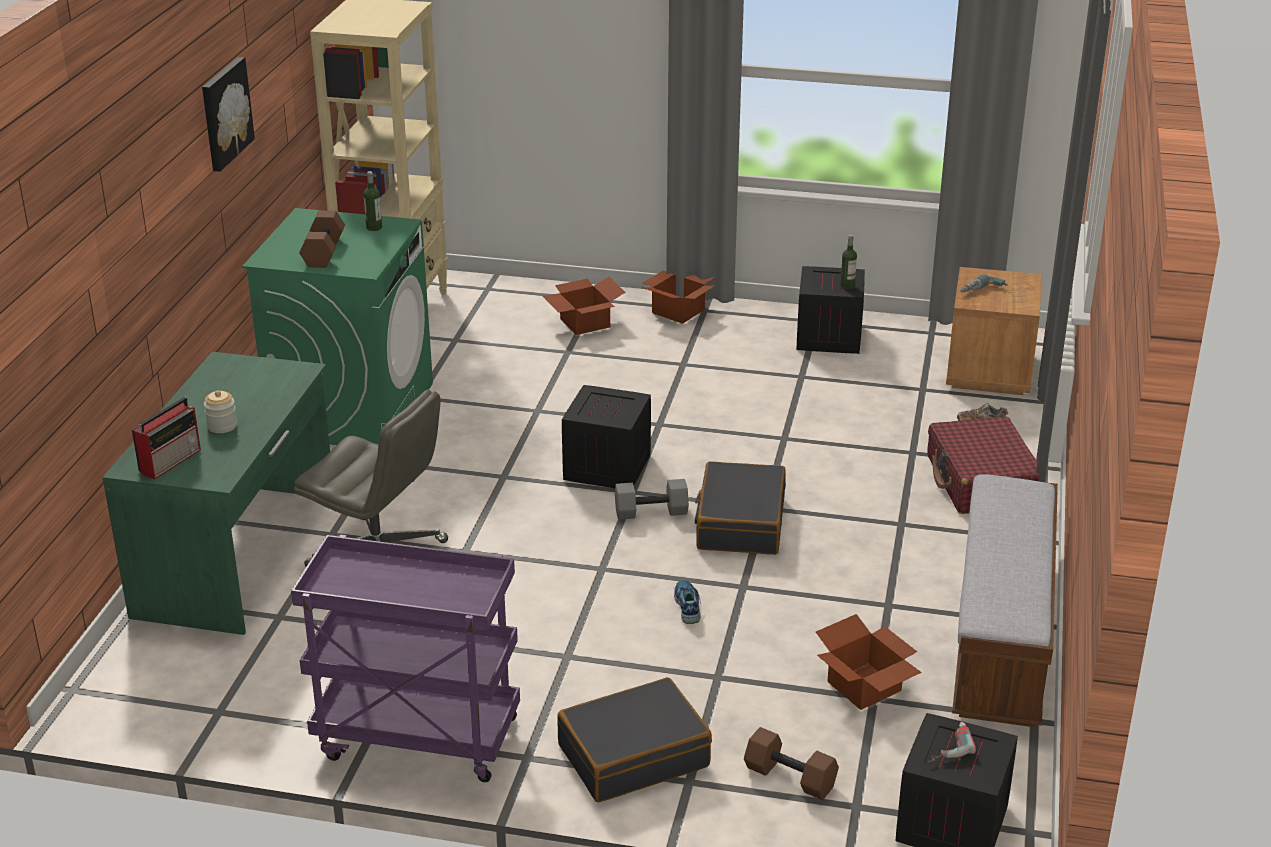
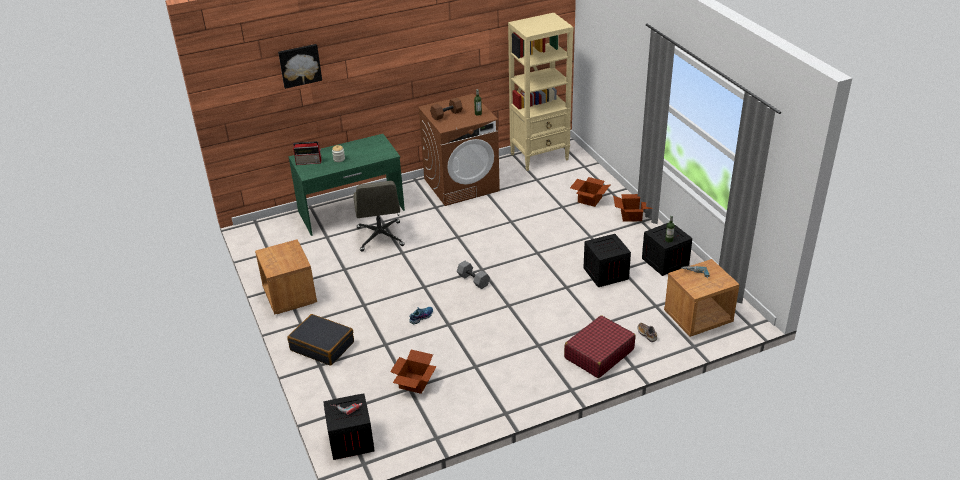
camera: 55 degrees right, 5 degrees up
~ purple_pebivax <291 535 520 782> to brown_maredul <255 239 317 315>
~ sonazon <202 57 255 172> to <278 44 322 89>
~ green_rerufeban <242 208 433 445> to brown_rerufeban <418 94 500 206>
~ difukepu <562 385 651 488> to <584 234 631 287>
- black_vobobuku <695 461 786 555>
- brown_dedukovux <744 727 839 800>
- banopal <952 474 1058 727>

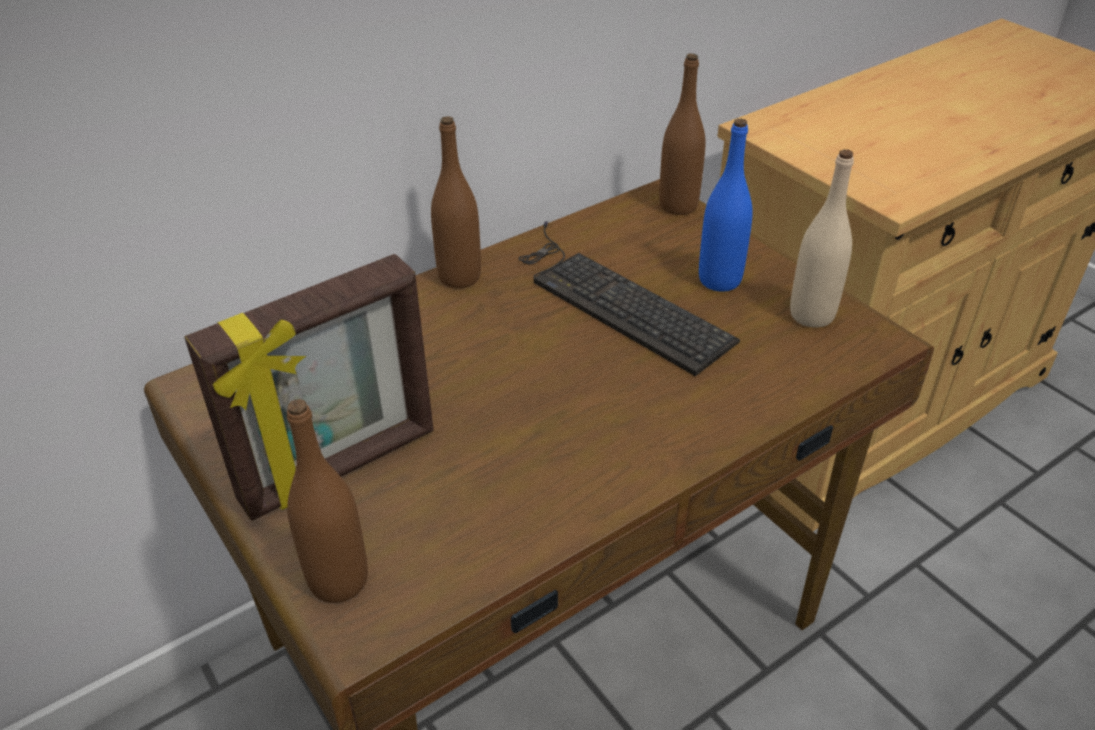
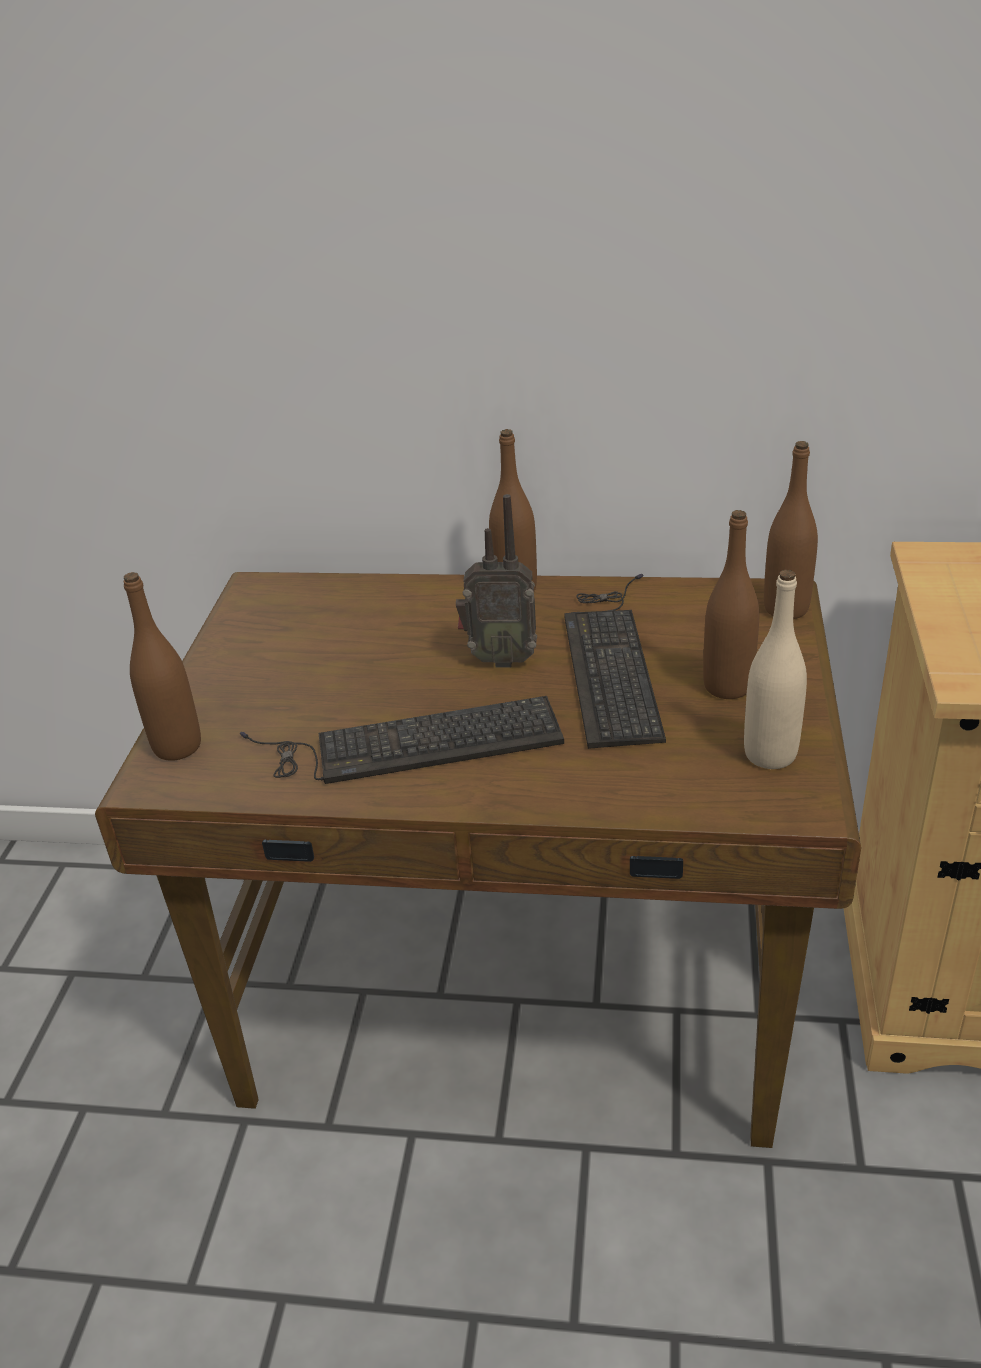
camera: 45 degrees right, 5 degrees down
+ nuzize <240 696 564 784>
+ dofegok <456 494 537 668>
~ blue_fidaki <699 118 753 292> to brown_fidaki <703 510 759 699>
- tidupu <185 254 434 521>

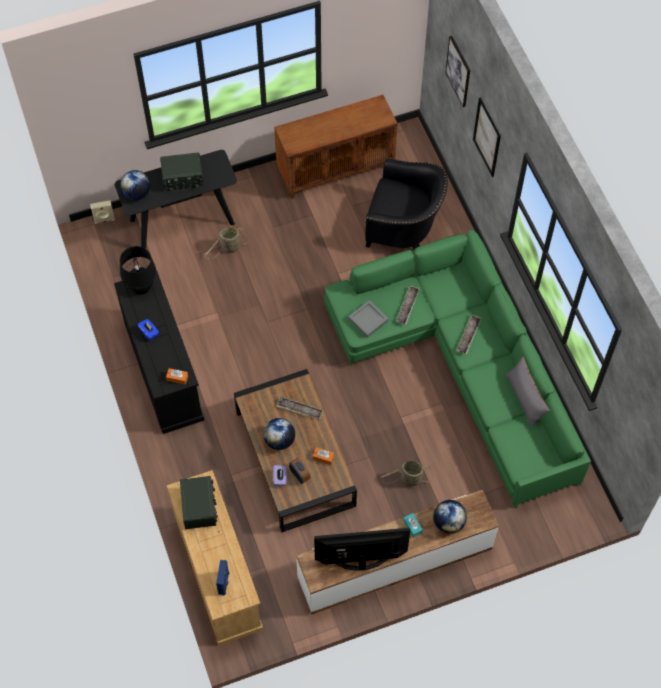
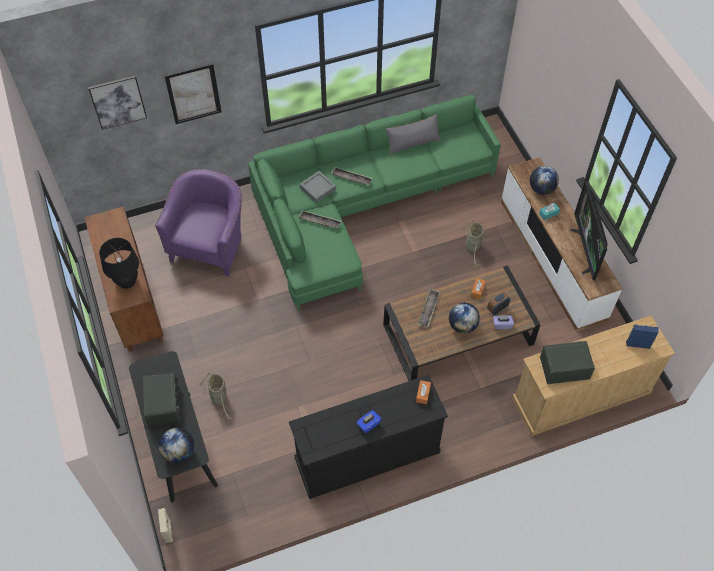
camera: 90 degrees left, 5 degrees down
~ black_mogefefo <120 246 156 294> to <99 238 139 289>
~ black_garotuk <365 158 448 249> to purple_garotuk <155 169 242 277>
~ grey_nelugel <348 300 388 338> to <300 171 336 203>

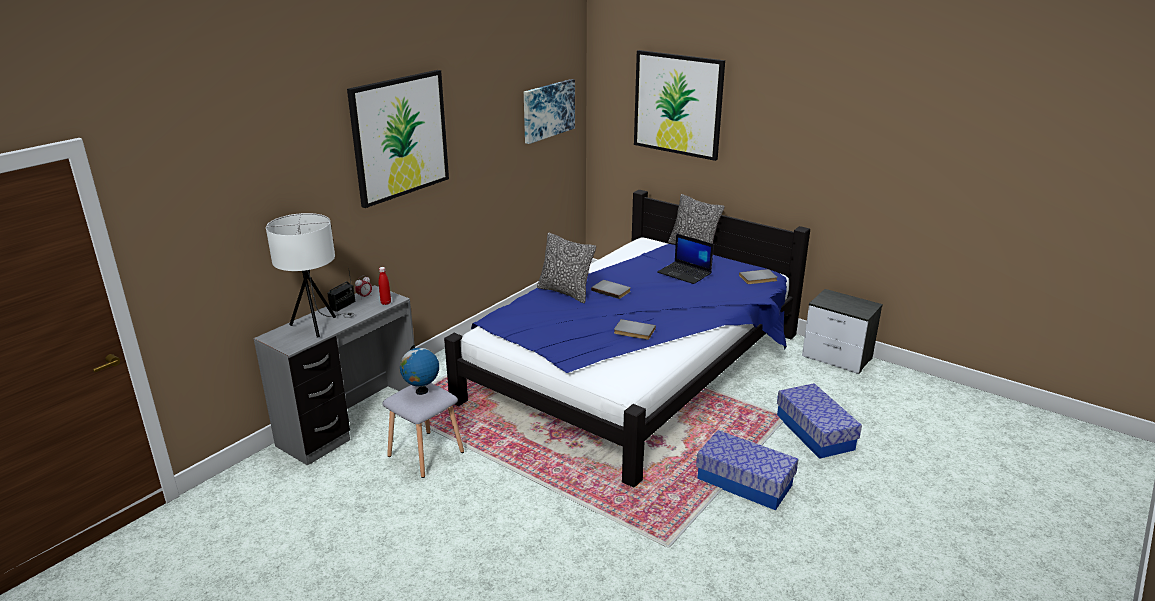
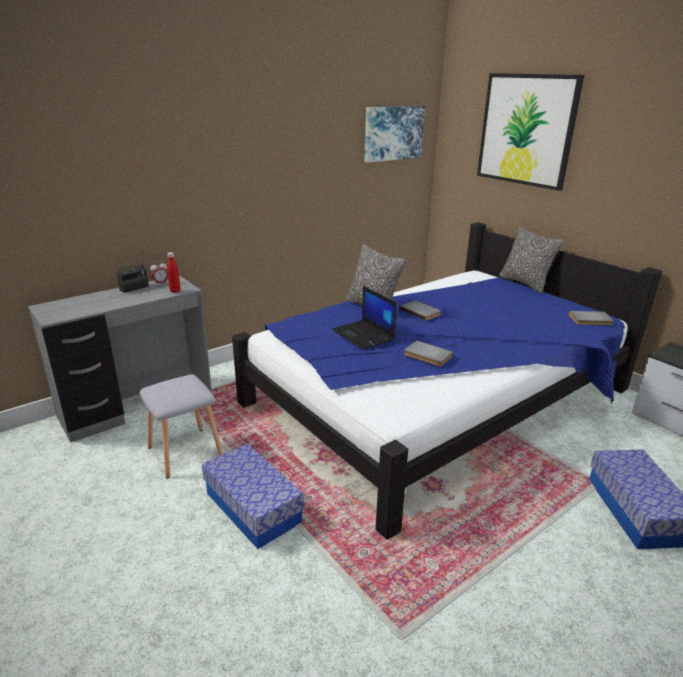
camera: 15 degrees right, 0 degrees up
~ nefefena <696 430 799 510> to <202 443 304 549>
~ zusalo <657 234 713 284> to <332 286 397 350>
- white_mogefefo <266 213 354 337>
- sonazon <347 70 449 208>
- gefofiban <400 345 439 395>

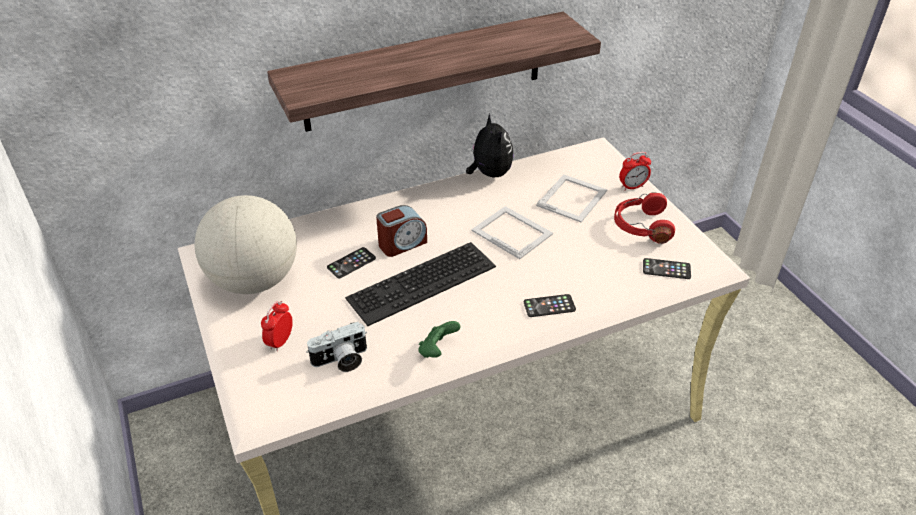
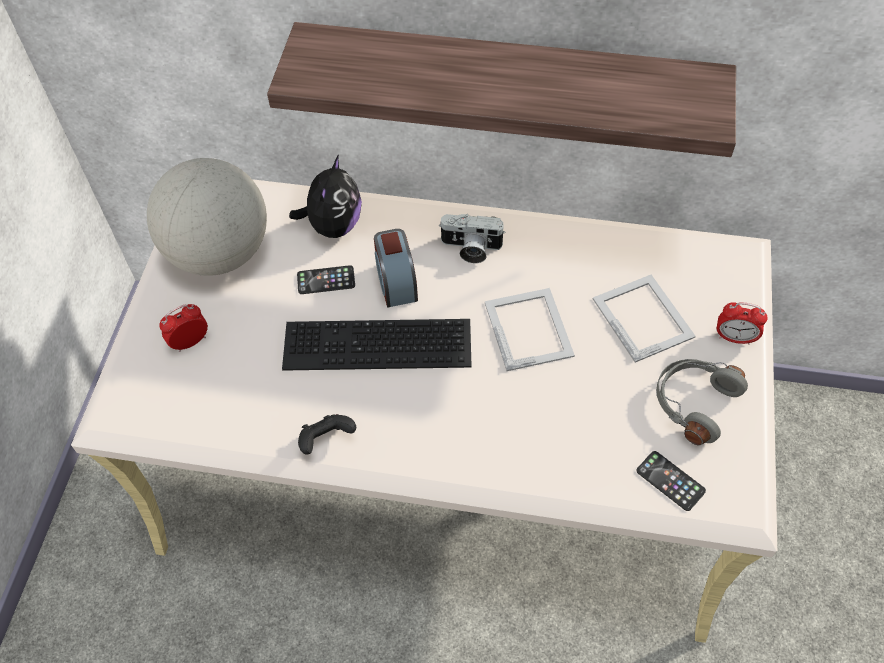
camera: 35 degrees right, 15 degrees up
~ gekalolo <466 114 514 177> to <289 155 362 238>
~ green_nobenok <419 321 461 358> to black_nobenok <298 414 356 454>
~ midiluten <376 205 427 257> = <374 229 418 307> 75 degrees clockwise
~ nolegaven <306 322 367 372> to <438 214 506 263>
~ tidupu <536 174 607 223> = <593 275 696 362> 90 degrees counterclockwise
~ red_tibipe <614 192 675 244> to grey_tibipe <656 359 748 445>
- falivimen <524 294 576 317>

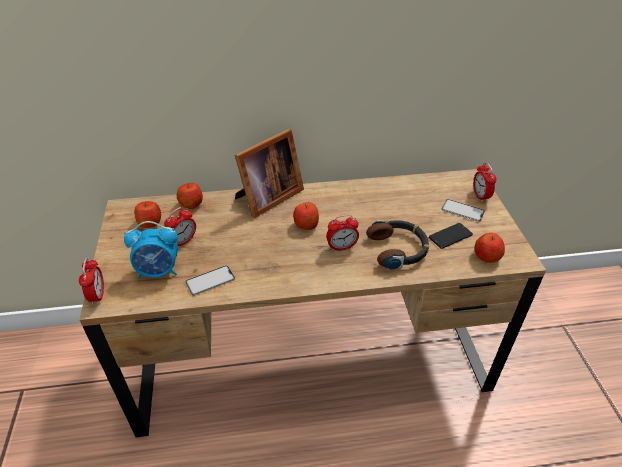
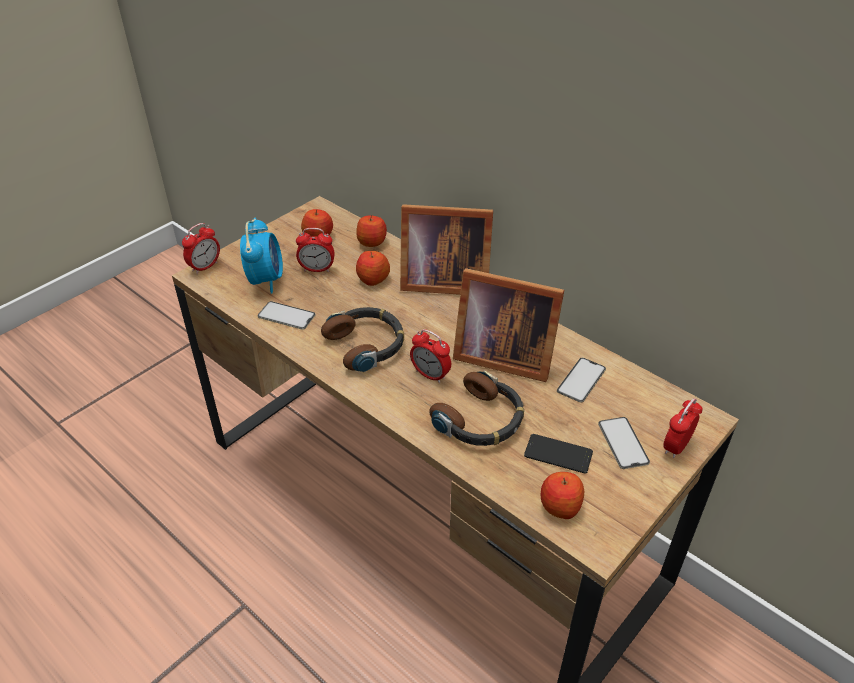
camera: 50 degrees right, 0 degrees up
~ midiluten <124 221 178 279> = <240 218 283 293> 135 degrees counterclockwise
+ tibipe <321 307 404 372>
~ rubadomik <293 202 319 230> to <356 251 390 286>
+ tidupu <453 268 564 382>
+ falivimen <557 358 606 403>

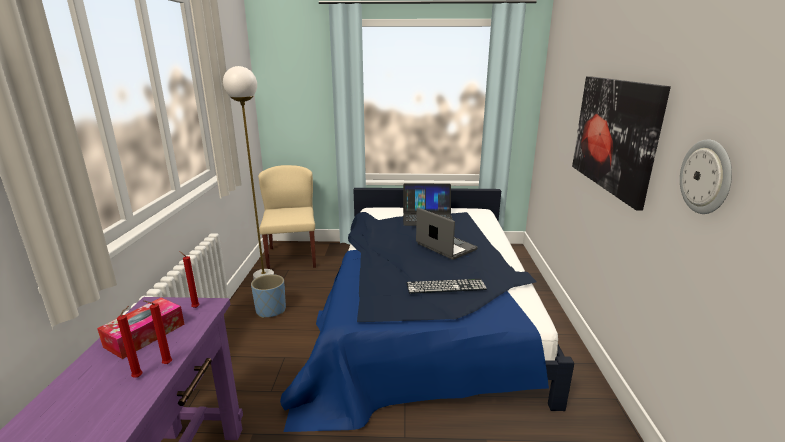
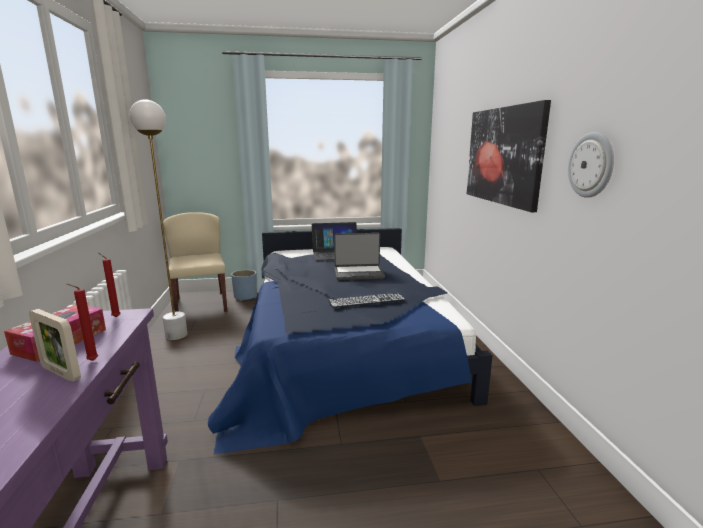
camera: 10 degrees left, 5 degrees down
~ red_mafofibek <117 306 142 378> to tidupu <29 309 81 382>
~ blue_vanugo <251 274 286 318> to <231 270 257 301>
~ zusalo <416 208 478 260> = <334 233 385 280> 135 degrees clockwise

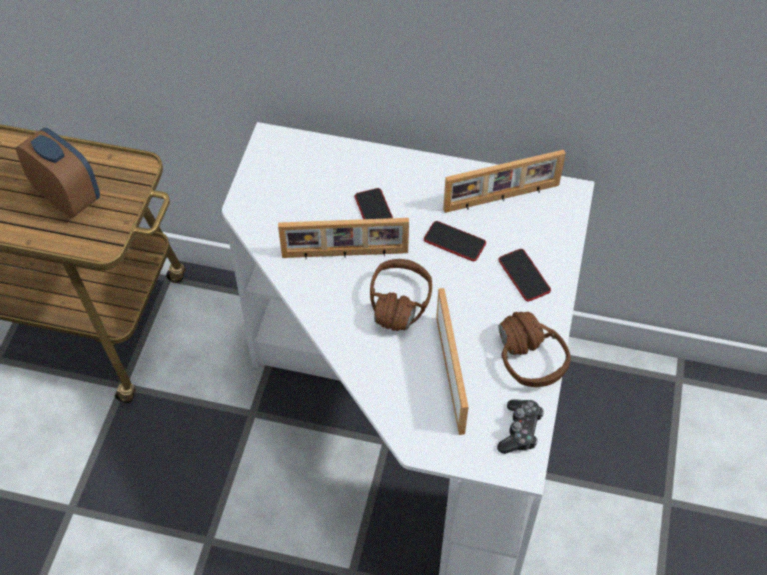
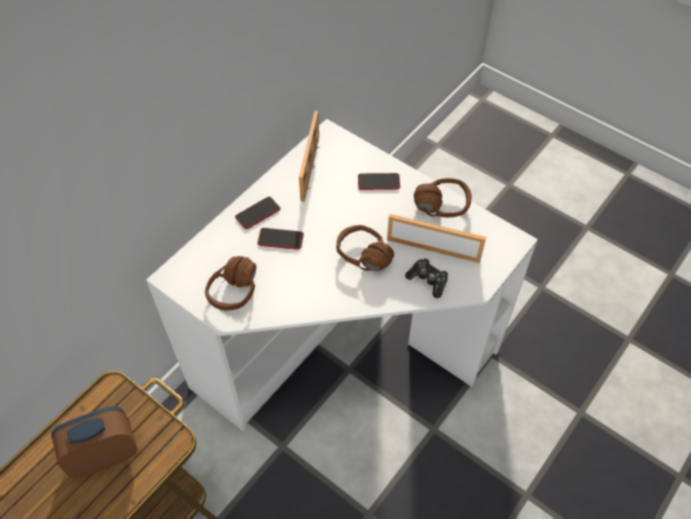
camera: 65 degrees left, 0 degrees up
+ brown_tibipe <205 256 256 310>
~ falivimen <424 221 486 261> to <235 197 281 229>
~ nobenok <497 399 544 454> to <405 259 448 298>
- tidupu <278 218 409 258>

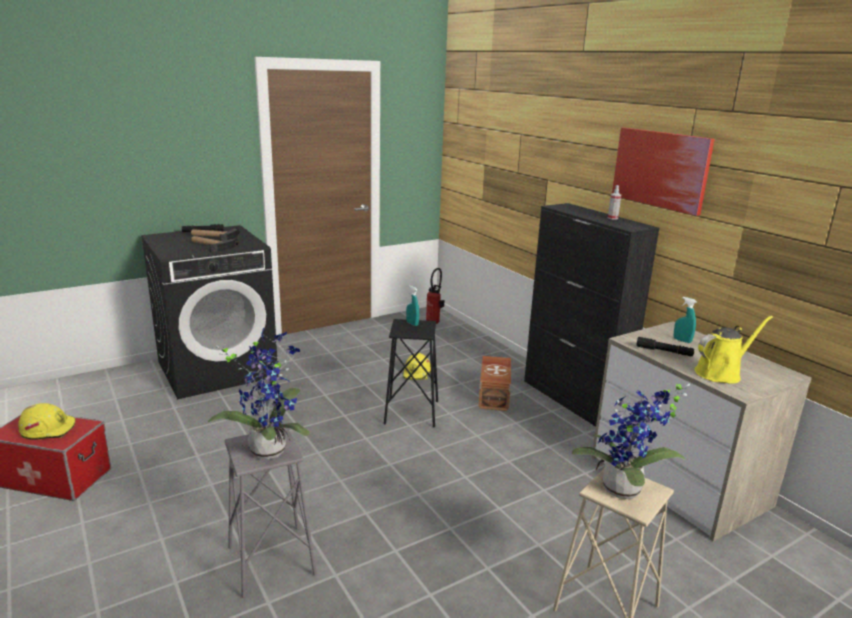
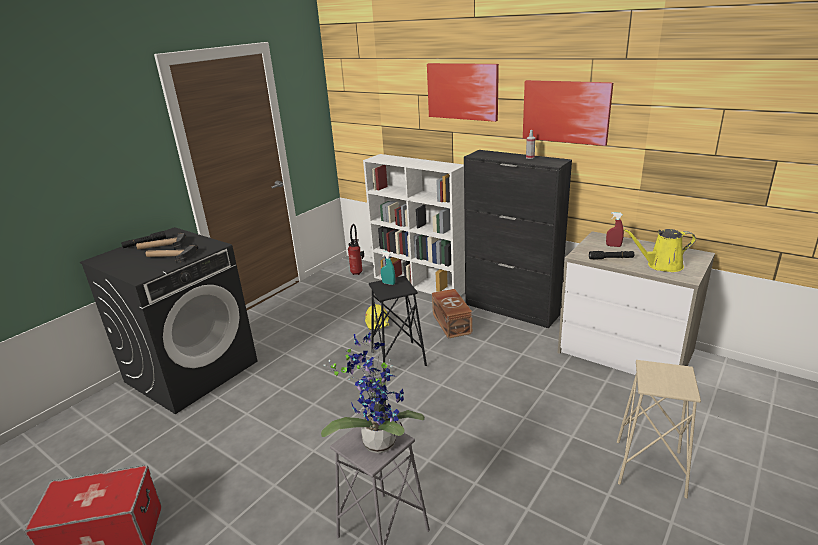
camera: 20 degrees left, 5 degrees up
+ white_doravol <363 154 465 296>
+ sonazon <427 63 499 122>
~ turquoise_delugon <674 297 696 343> to red_delugon <606 212 624 247>
~ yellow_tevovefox <695 316 773 384> = <624 229 696 272> 135 degrees counterclockwise
- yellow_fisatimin <18 403 75 440>
- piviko <572 383 690 499>

